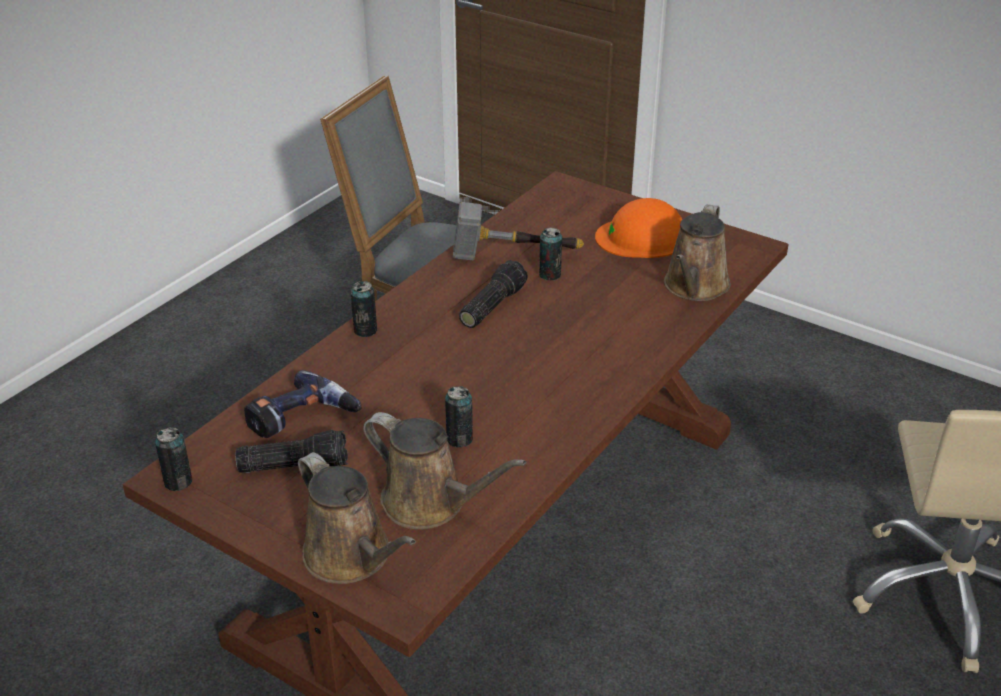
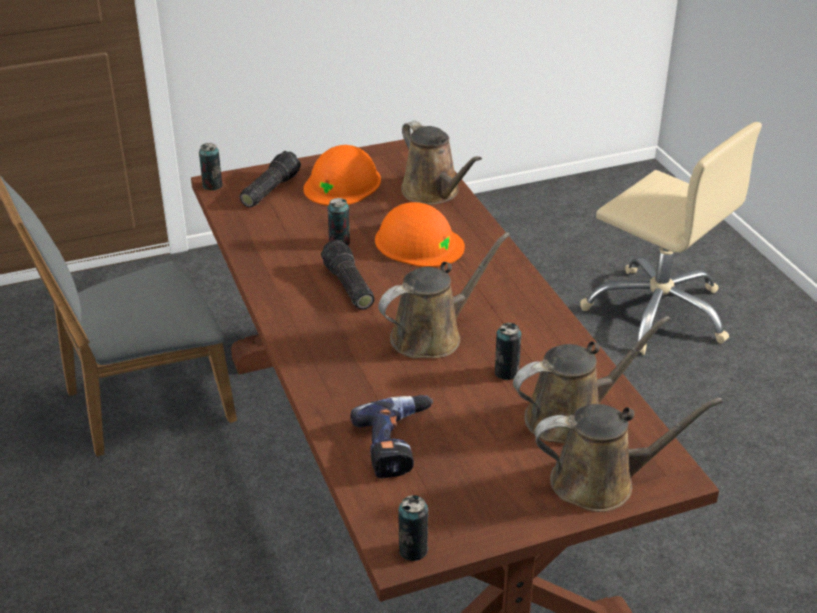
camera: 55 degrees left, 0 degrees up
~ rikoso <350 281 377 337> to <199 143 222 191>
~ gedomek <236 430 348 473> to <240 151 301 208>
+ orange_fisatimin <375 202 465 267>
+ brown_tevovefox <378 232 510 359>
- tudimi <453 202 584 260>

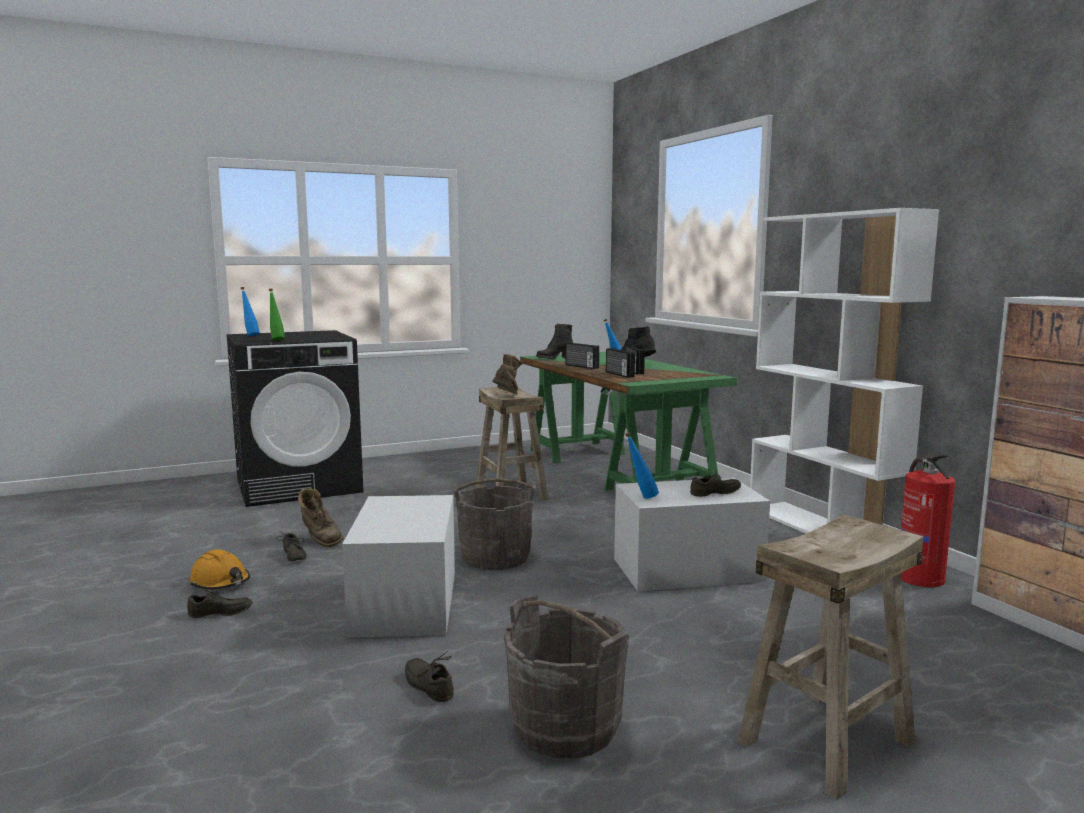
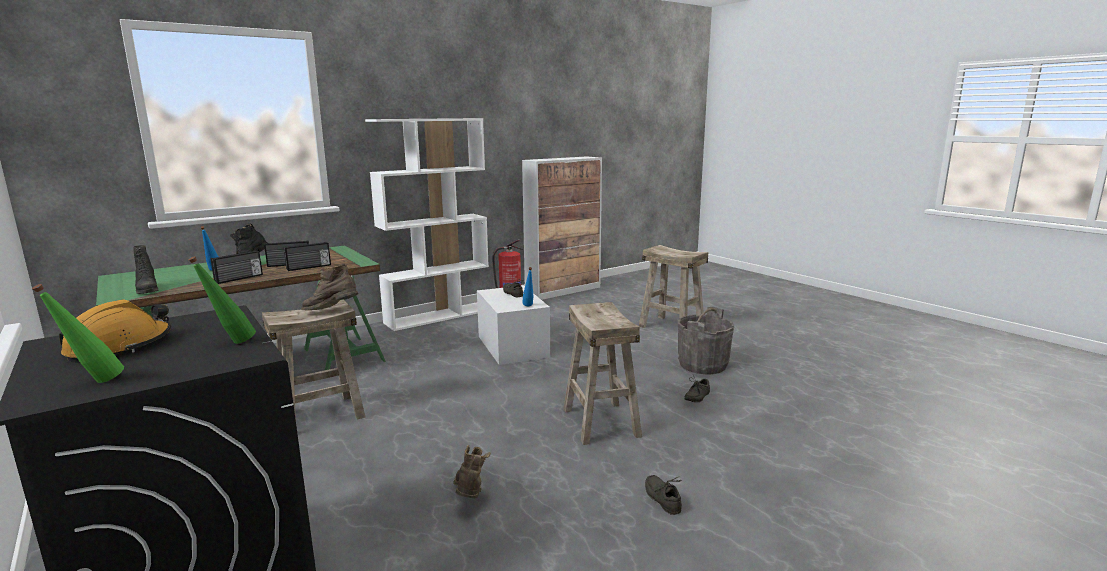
camera: 100 degrees left, 5 degrees up
~ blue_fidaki <241 287 260 336> to green_fidaki <32 284 124 383>
~ orange_fisatimin <190 550 250 590> to <59 299 171 363>
~ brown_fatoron <298 488 344 547> = <453 445 491 498> 45 degrees counterclockwise
~ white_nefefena <342 495 455 638> to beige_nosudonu <563 302 642 445>
- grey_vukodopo <276 531 307 561>
- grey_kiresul <453 478 535 570>

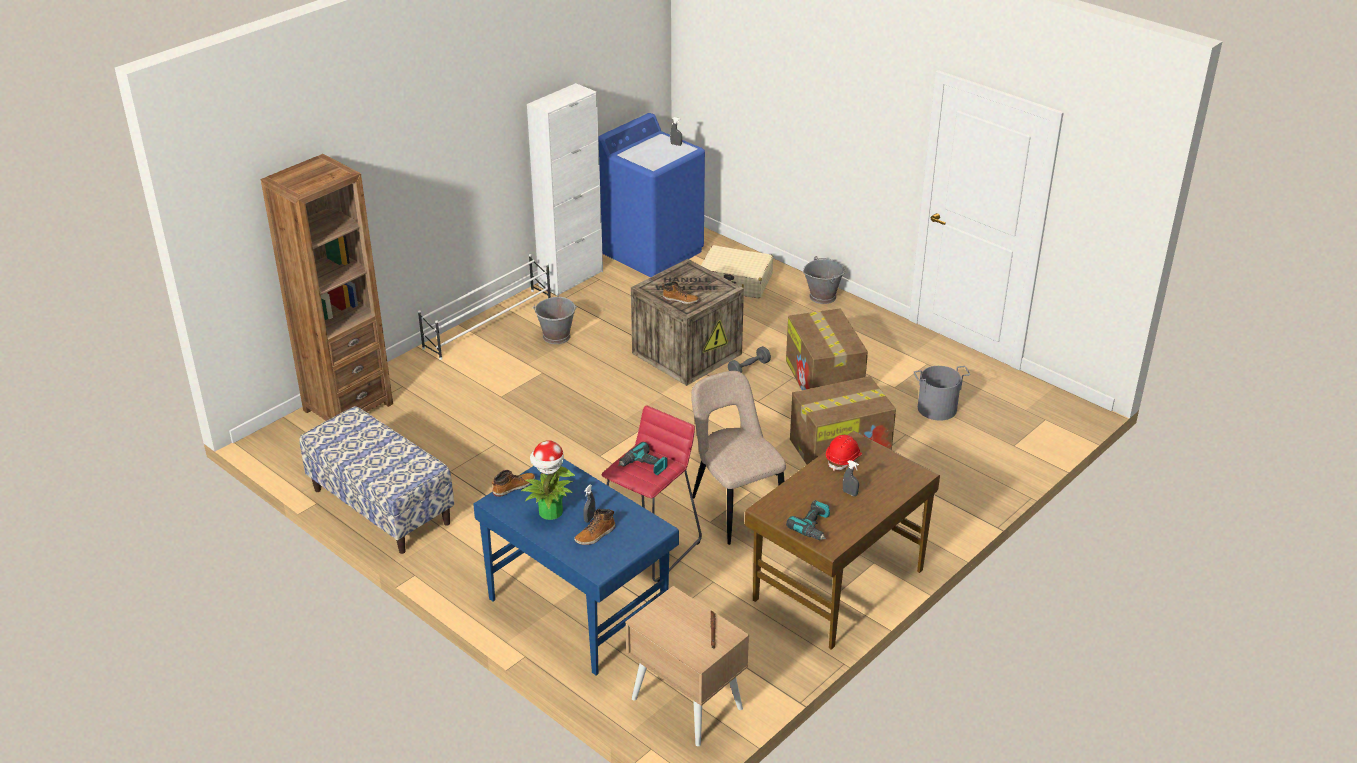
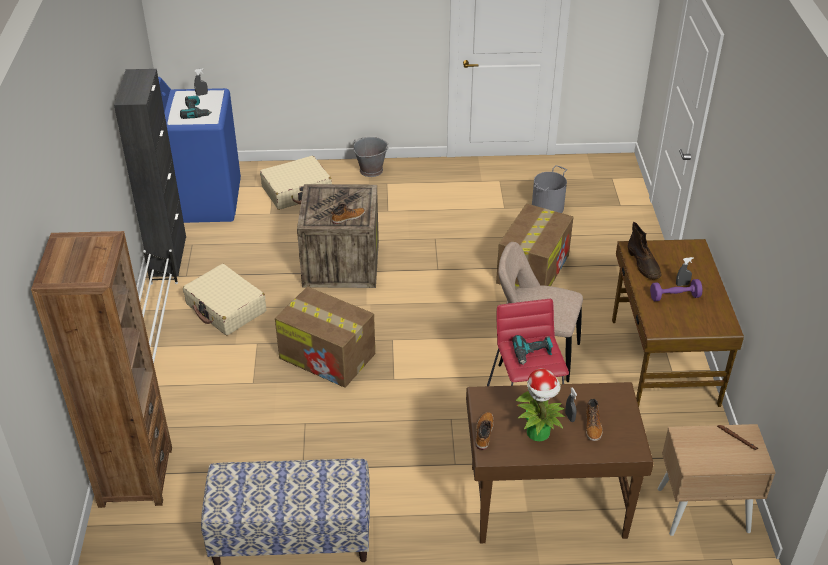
camera: 45 degrees left, 5 degrees up
~ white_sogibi <527 83 603 296> to black_sogibi <114 69 186 277>
~ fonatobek <786 500 830 540> to <180 96 212 119>
~ grey_kiresul <532 297 578 344> to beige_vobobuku <183 264 266 335>
~ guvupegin <786 308 868 390> to <275 286 375 388>
~ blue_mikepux <473 459 679 675> to brown_mikepux <466 382 654 543>
~ red_fisatimin <826 435 862 471> to brown_fatoron <628 222 661 280>
+ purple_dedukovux <650 279 703 301>
- grey_dedukovux <728 346 771 373>

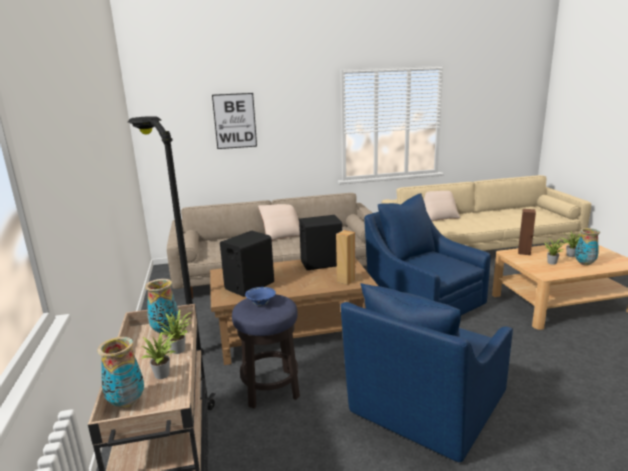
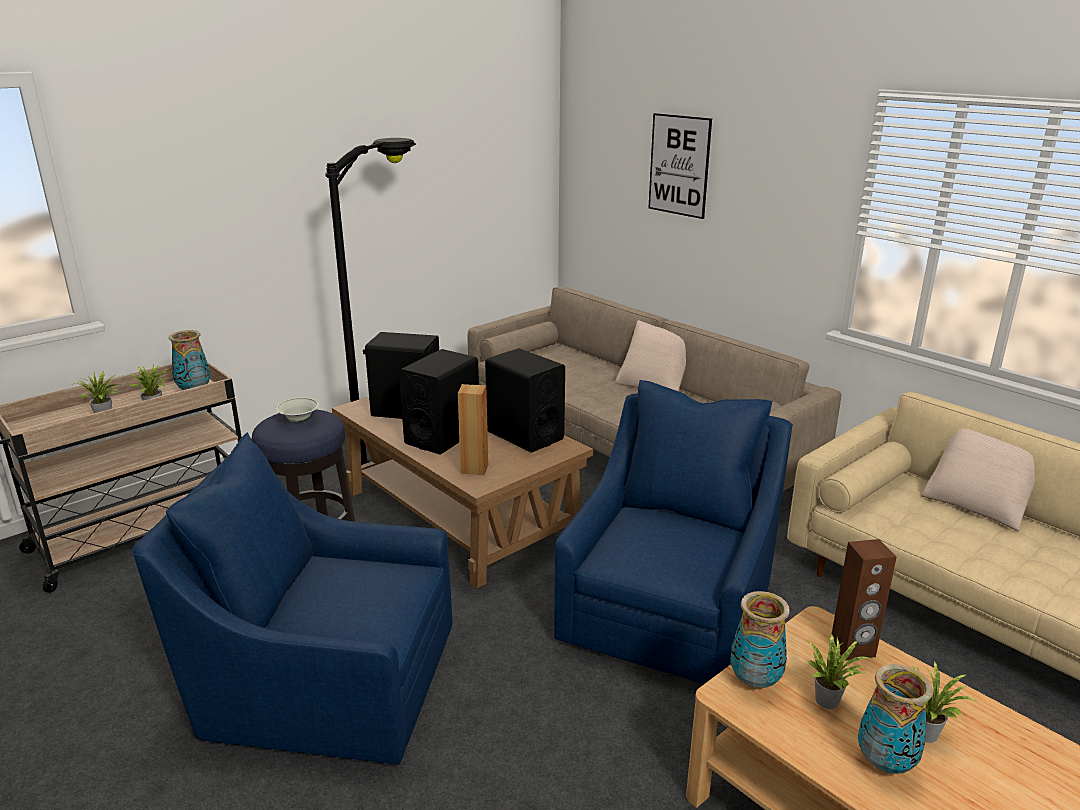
camera: 60 degrees right, 5 degrees up
~ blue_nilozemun <245 287 276 305> to white_nilozemun <276 397 319 422>
+ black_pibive <399 349 479 455>
~ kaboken <97 337 144 408> to <730 591 790 689>

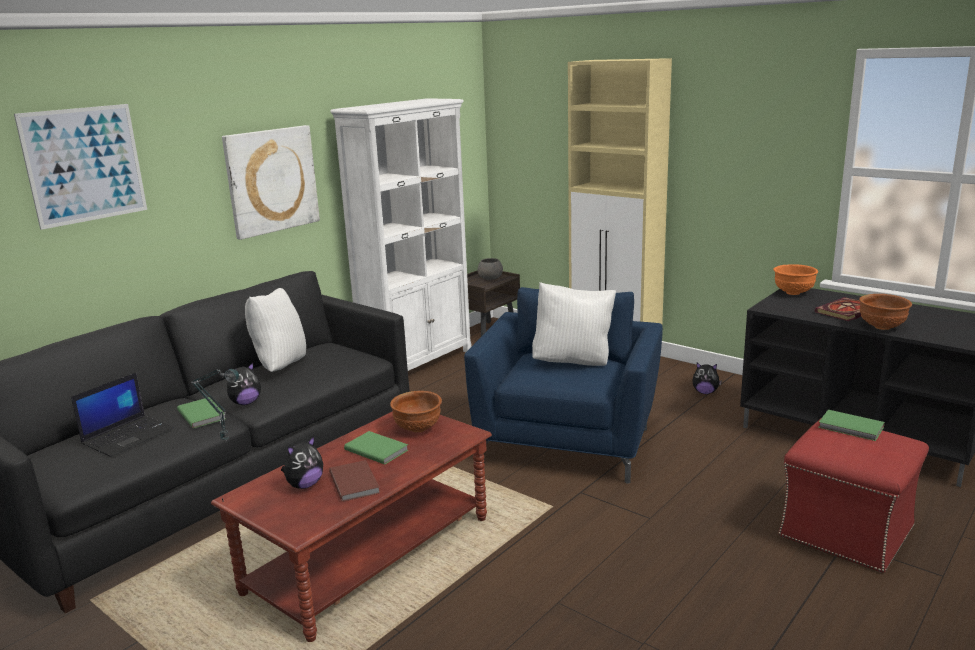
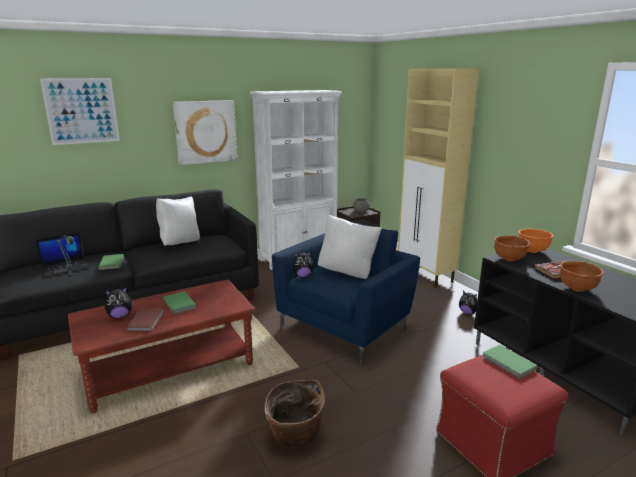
camera: 20 degrees right, 0 degrees up
+ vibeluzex <264 380 325 447>
~ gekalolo <227 362 261 405> to <292 251 314 277>
~ brown_nilozemun <390 391 442 432> to <494 235 530 261>

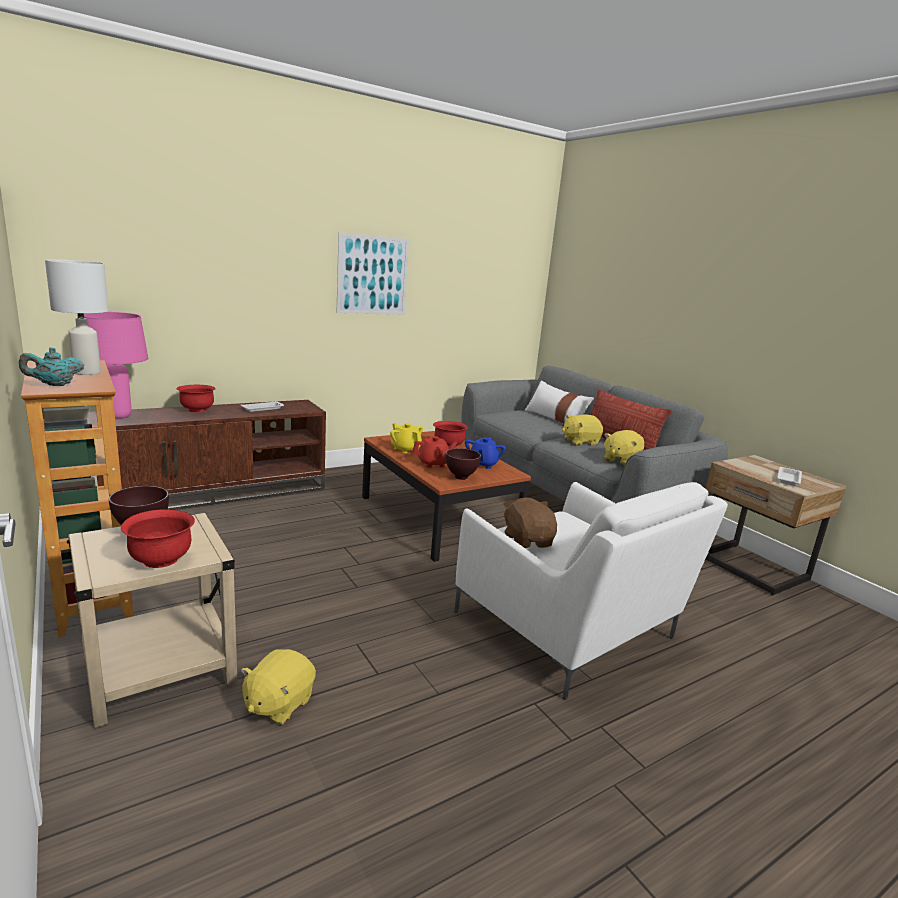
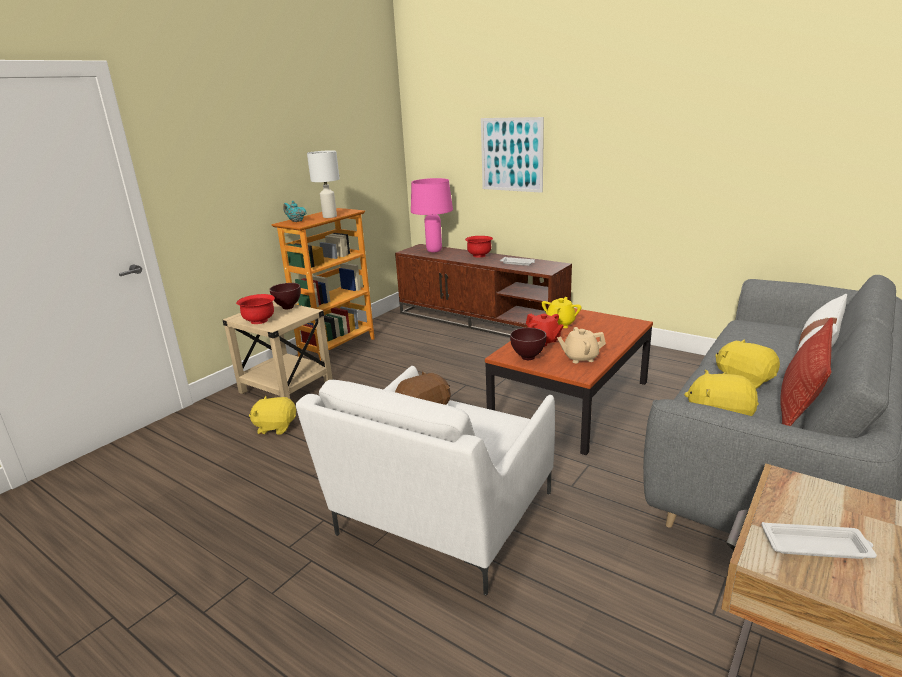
camera: 70 degrees right, 5 degrees up
~ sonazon <337 232 409 315> to <481 117 544 193>
~ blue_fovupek <465 437 506 469> to beige_fovupek <557 327 606 363>
- red_nilozemun <433 421 468 448>

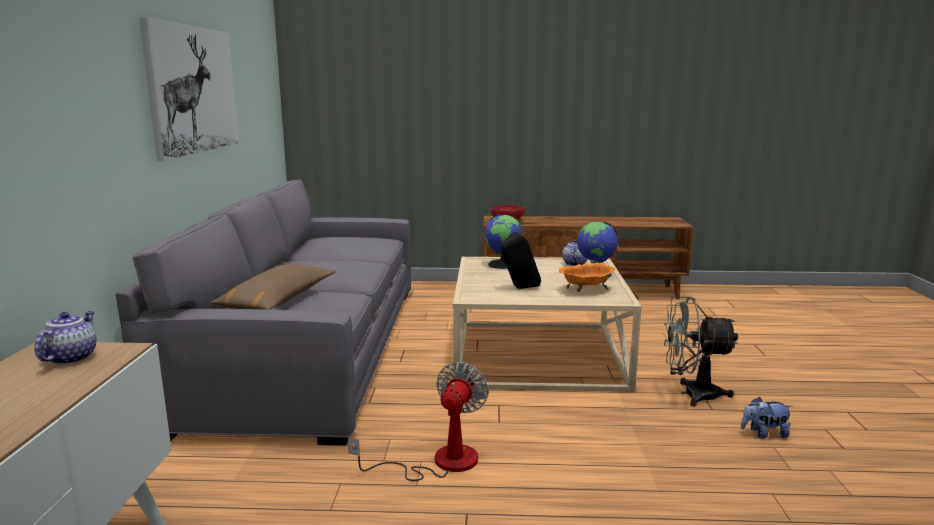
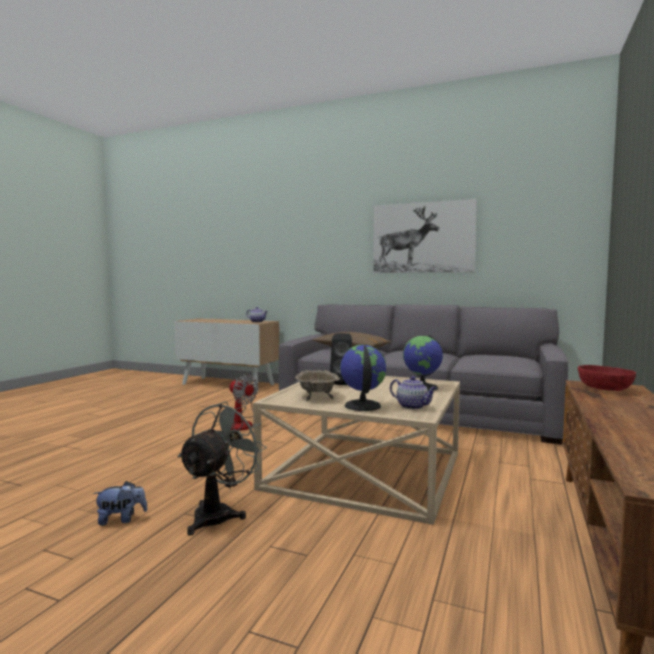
camera: 110 degrees right, 10 degrees down
~ gekalolo <741 396 792 439> = <93 481 148 526> 60 degrees clockwise
~ orange_nilozemun <559 262 615 292> to beige_nilozemun <295 370 340 400>

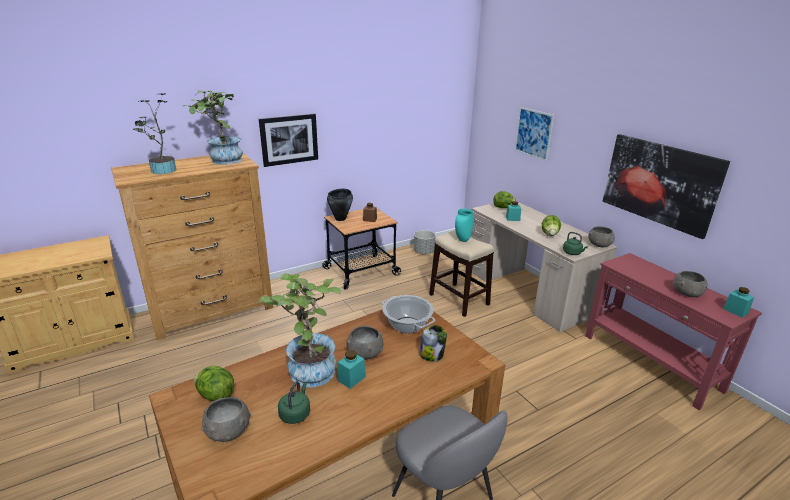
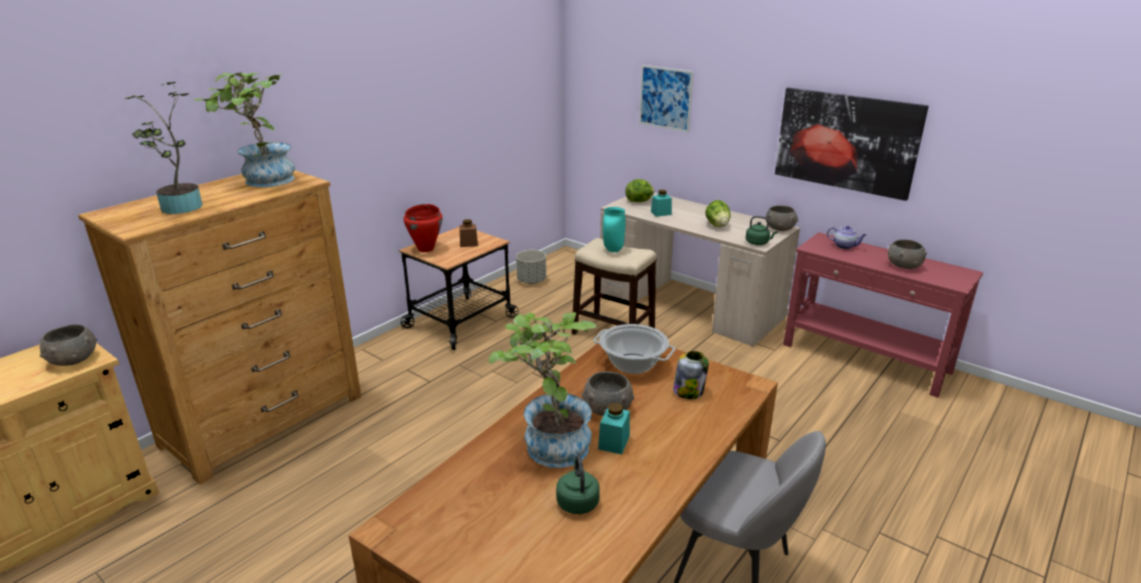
camera: 20 degrees left, 0 degrees up
~ grey_nilozemun <201 397 251 442> to <40 324 97 366>
~ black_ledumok <327 189 353 221> to red_ledumok <404 204 442 252>
+ fovupek <827 226 866 249>
- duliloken <194 366 234 401>
- sonazon <259 113 318 167>
- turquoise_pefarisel <723 287 754 317>

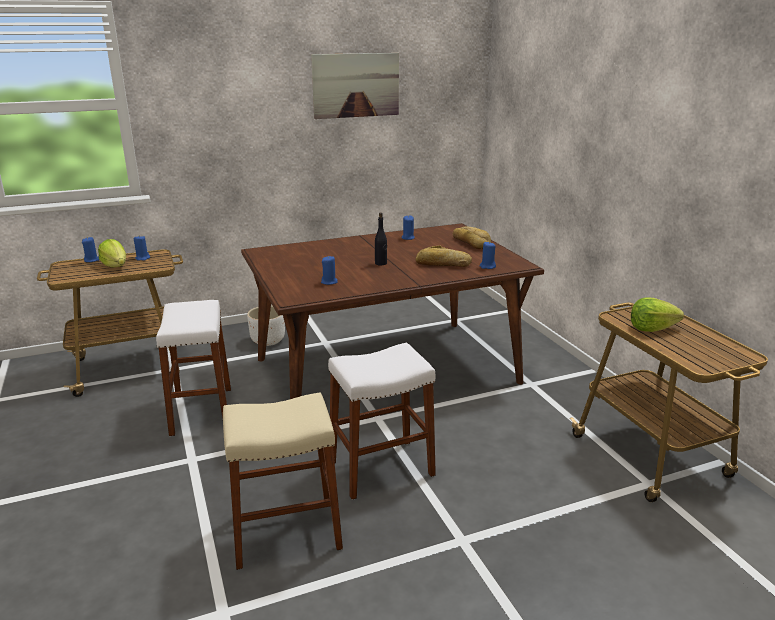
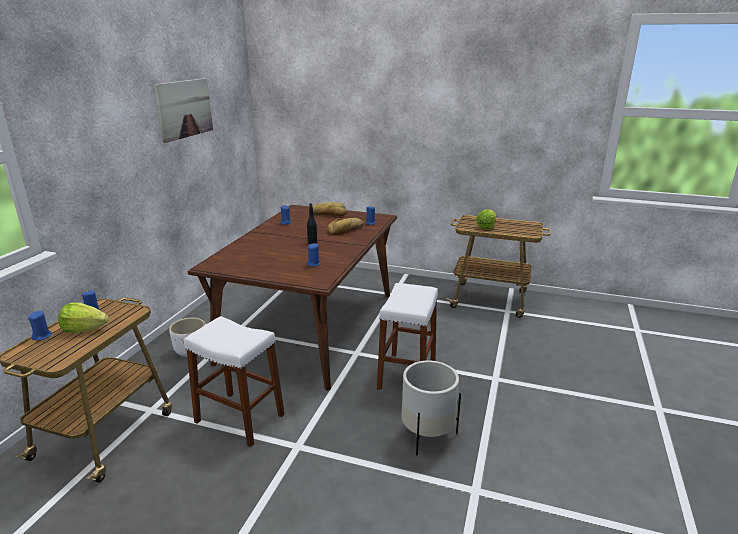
camera: 50 degrees left, 0 degrees up
~ beige_nosudonu <223 393 343 570> to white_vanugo <402 360 461 456>

